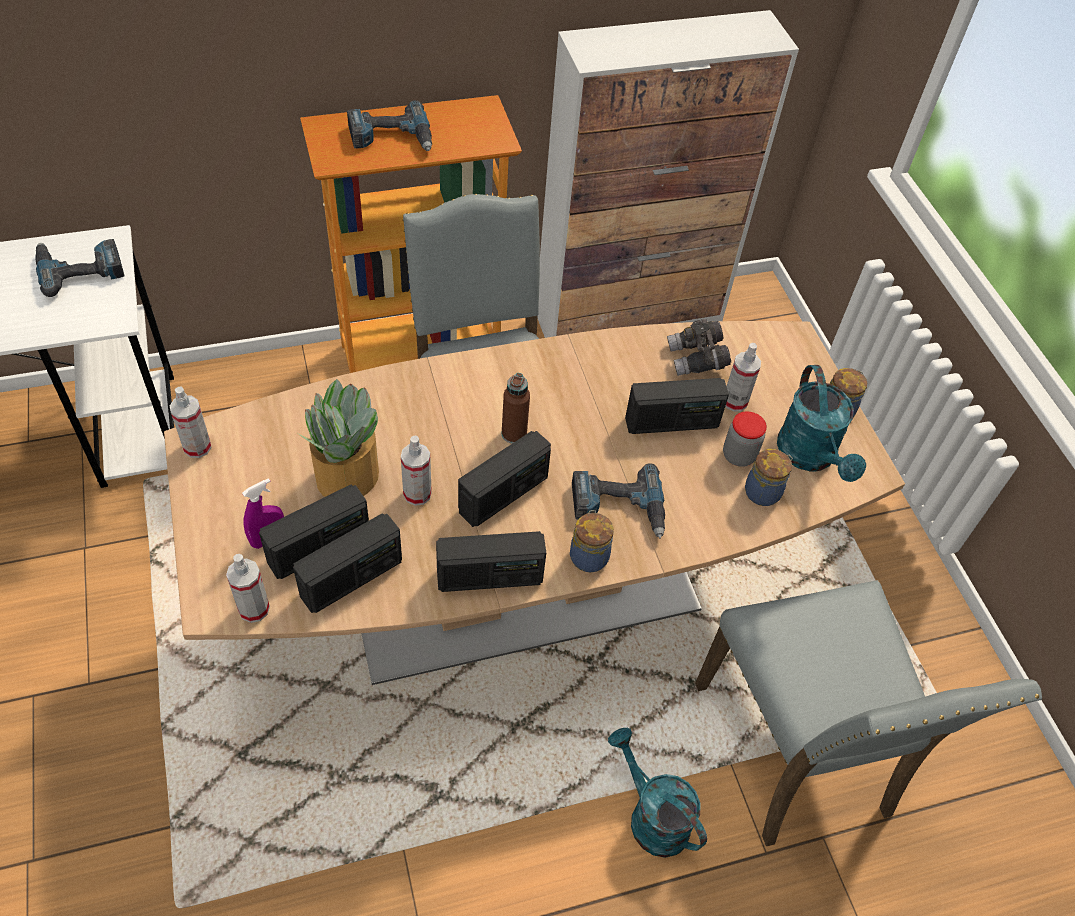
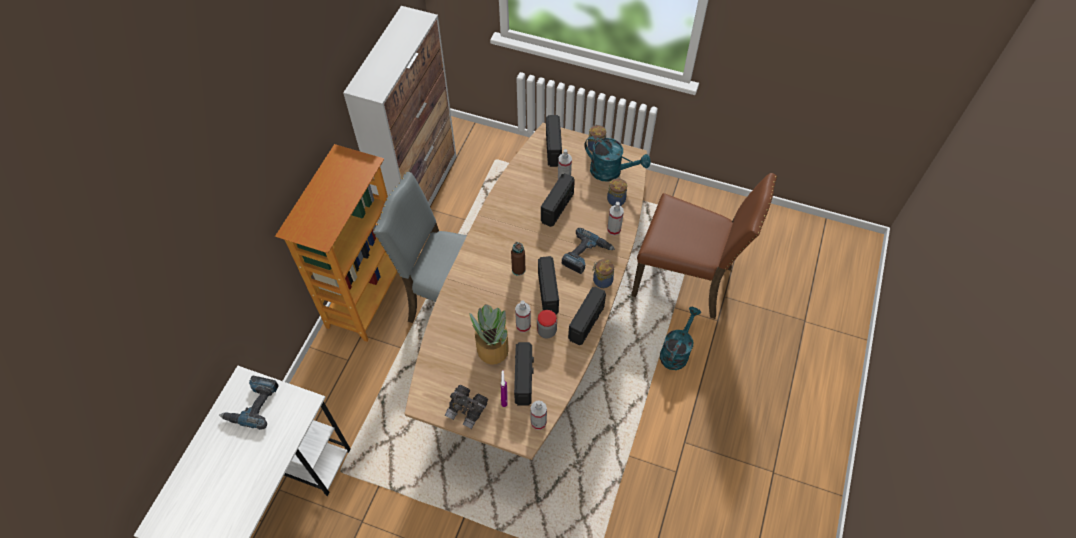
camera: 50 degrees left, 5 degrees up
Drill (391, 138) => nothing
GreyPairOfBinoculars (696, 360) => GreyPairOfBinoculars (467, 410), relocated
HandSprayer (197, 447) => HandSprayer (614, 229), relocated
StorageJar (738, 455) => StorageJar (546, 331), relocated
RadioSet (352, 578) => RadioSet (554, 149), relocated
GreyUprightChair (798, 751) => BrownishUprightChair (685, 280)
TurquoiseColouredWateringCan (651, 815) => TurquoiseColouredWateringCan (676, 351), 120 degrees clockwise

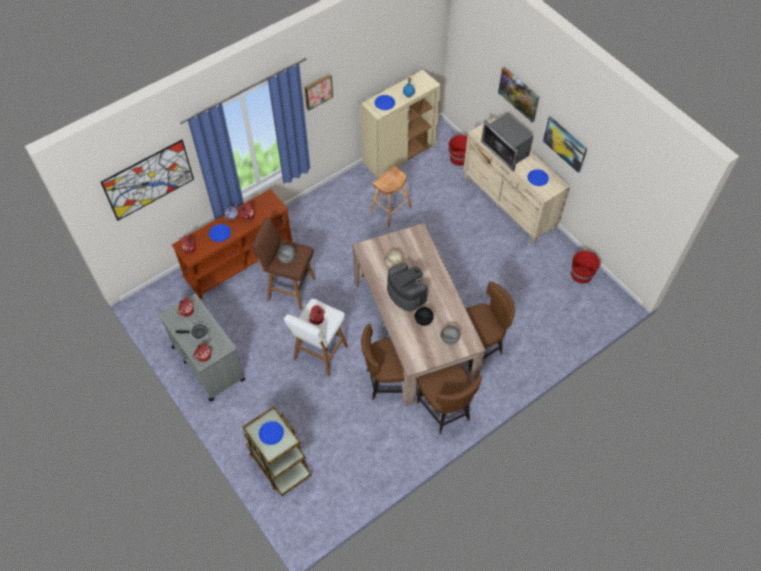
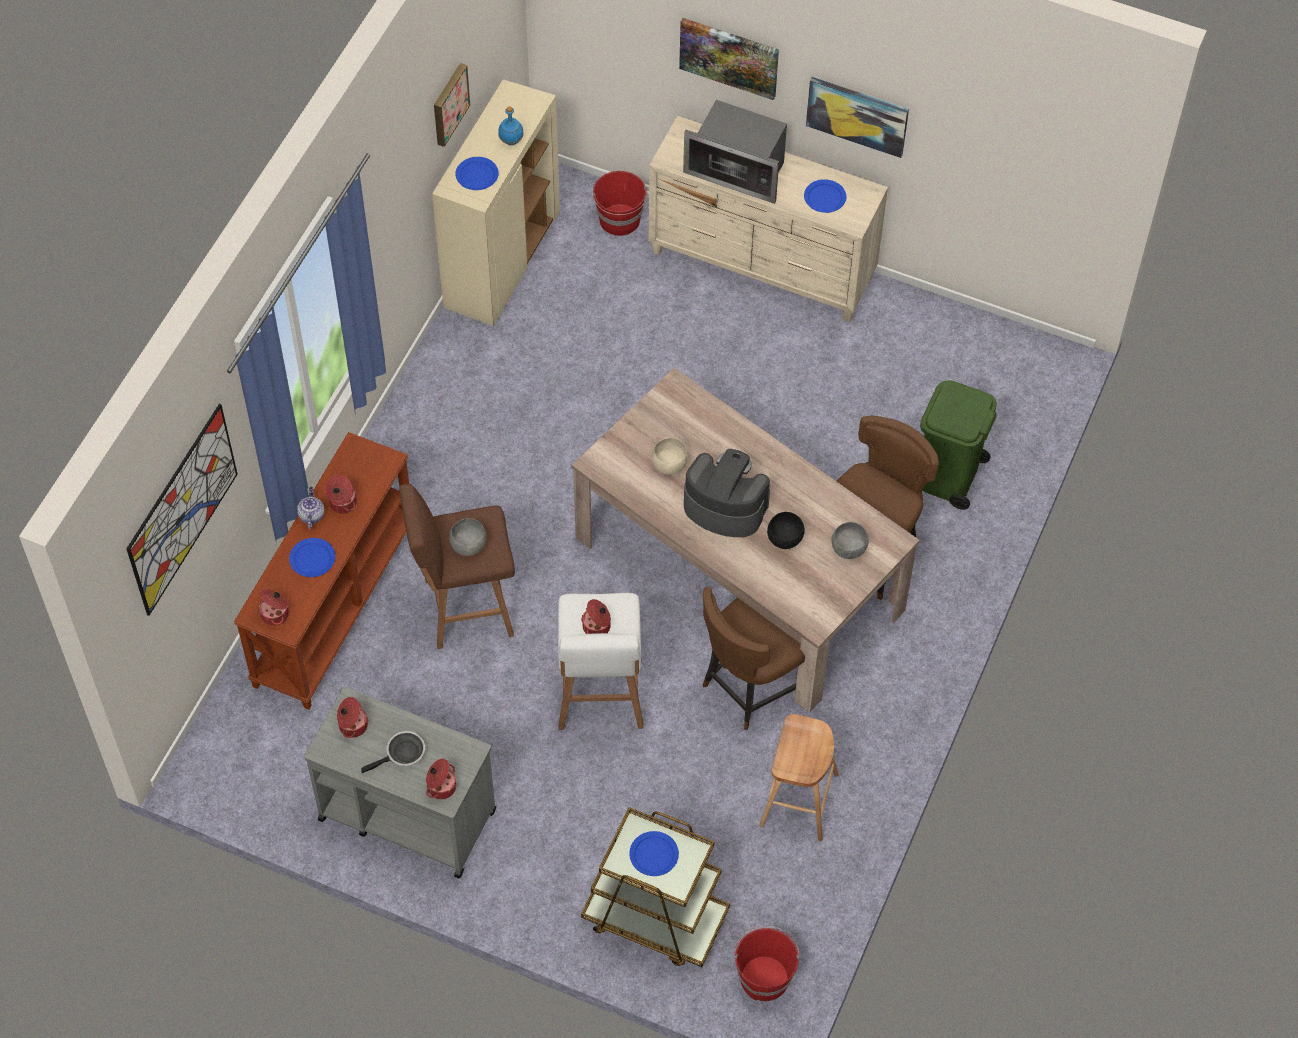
camera: 30 degrees left, 0 degrees up
WallArt (318, 91) => WallArt (448, 103), relocated
BrownishStool (390, 210) => BrownishStool (799, 799), relocated
RedPail (581, 274) => RedPail (764, 977), relocated
BrownishUprightChair (445, 411) => nothing
nothing => GreenColouredWasteBin (948, 477)

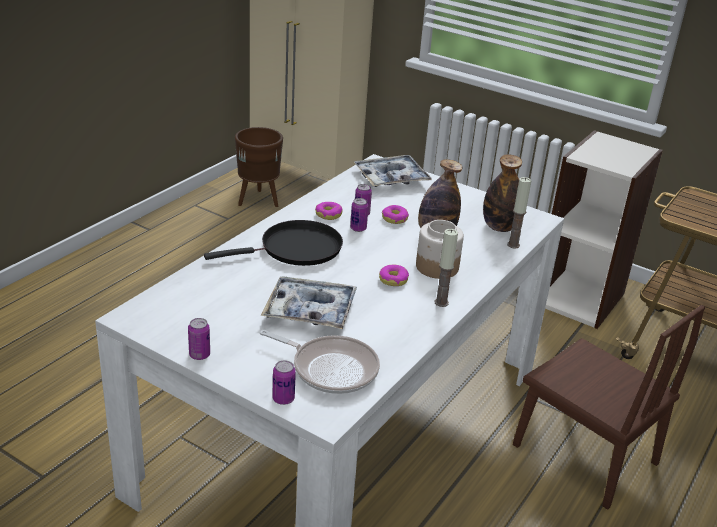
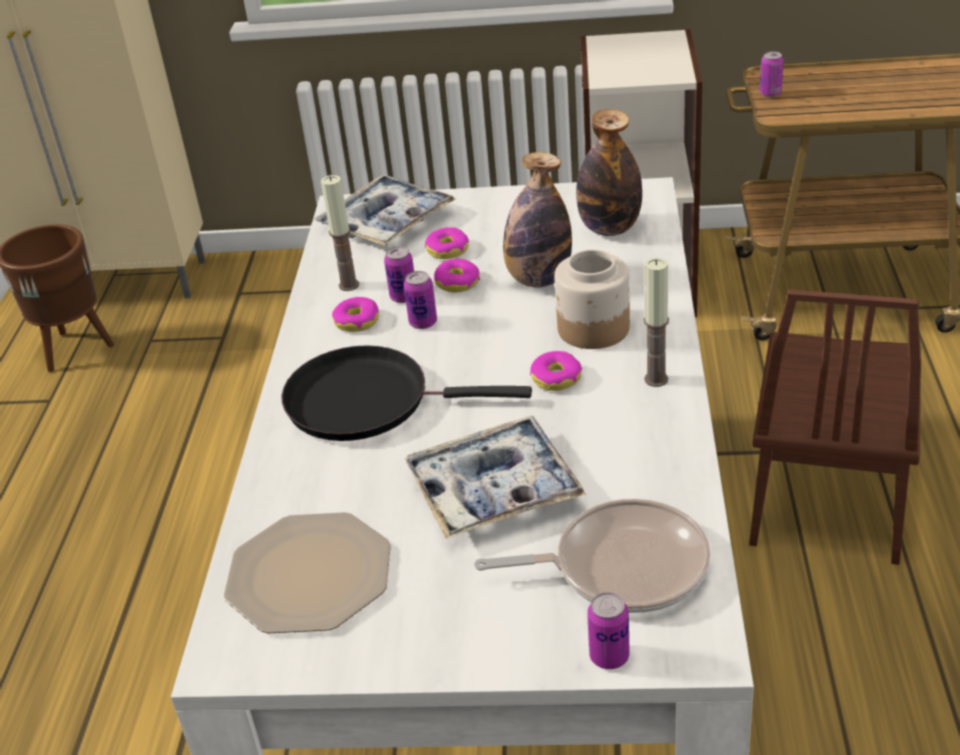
camera: 25 degrees left, 5 degrees up
Candle (513, 245) => Candle (349, 285), relocated
BlackColouredFryingPan (296, 249) => BlackColouredFryingPan (367, 401), 120 degrees counterclockwise
BrownishUprightChair (584, 454) => BrownishUprightChair (828, 495), 90 degrees clockwise
MetalCan (199, 355) => MetalCan (770, 93), relocated
nothing => RingDoughnut (447, 250)
nothing => FlatDish (307, 575)

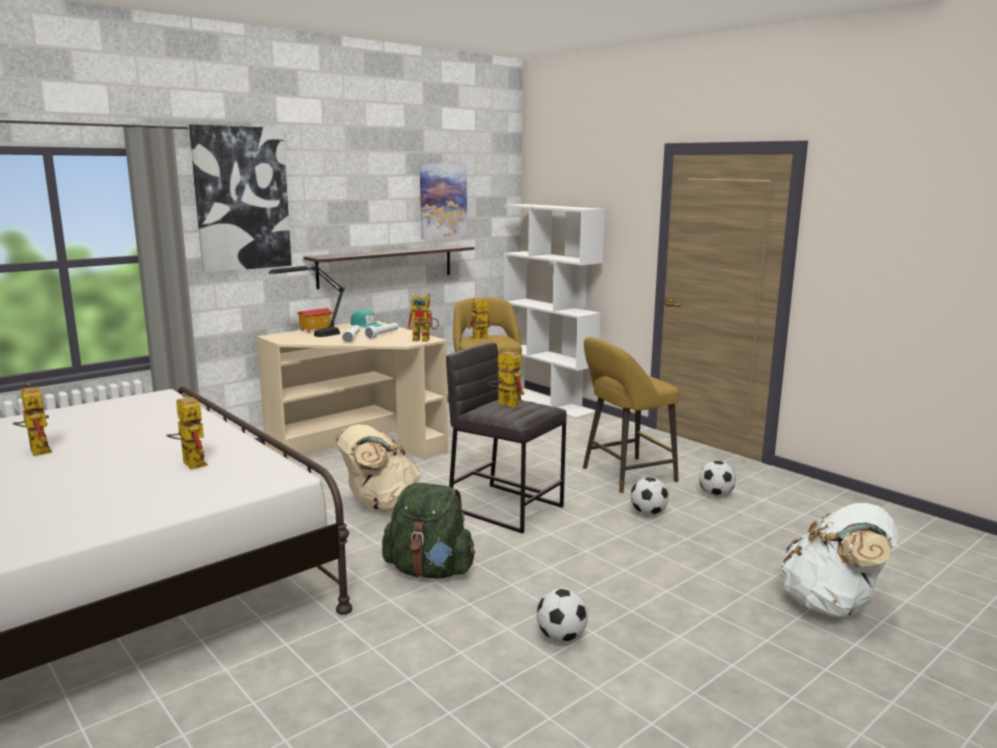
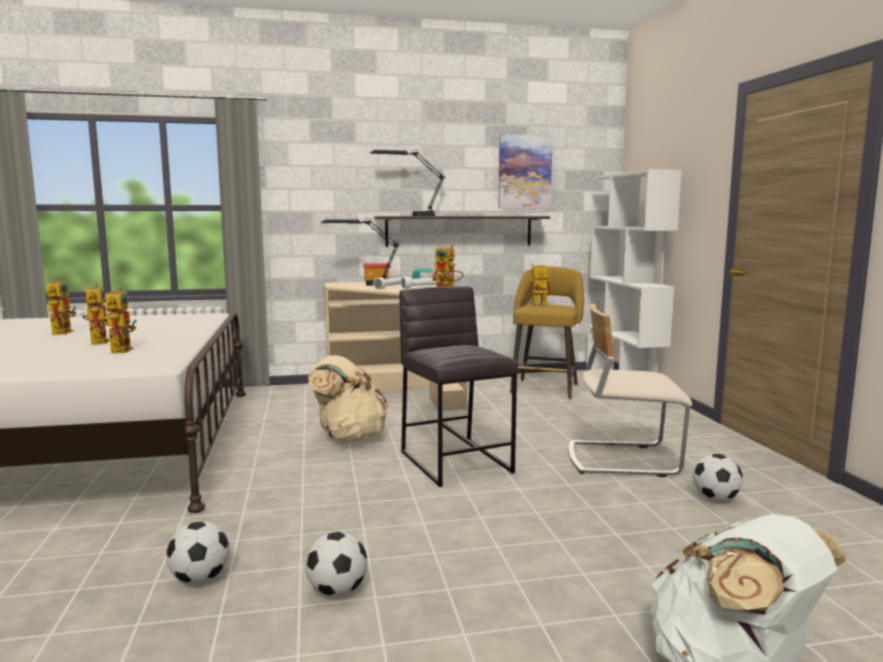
camera: 30 degrees right, 5 degrees down
WallArt (241, 199) => nothing
YellowStool (624, 476) => SandColouredUprightChair (622, 459)
RobotFigure (504, 403) => RobotFigure (98, 341), relocated
FootballBall (648, 513) => FootballBall (200, 579), relocated
GreenColouredKnapsack (430, 571) => nothing
nothing => BlackColouredLampForATable (408, 215)

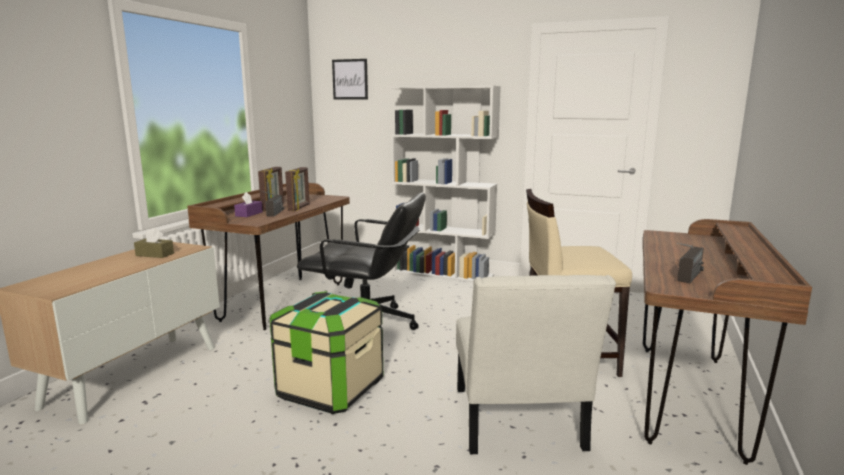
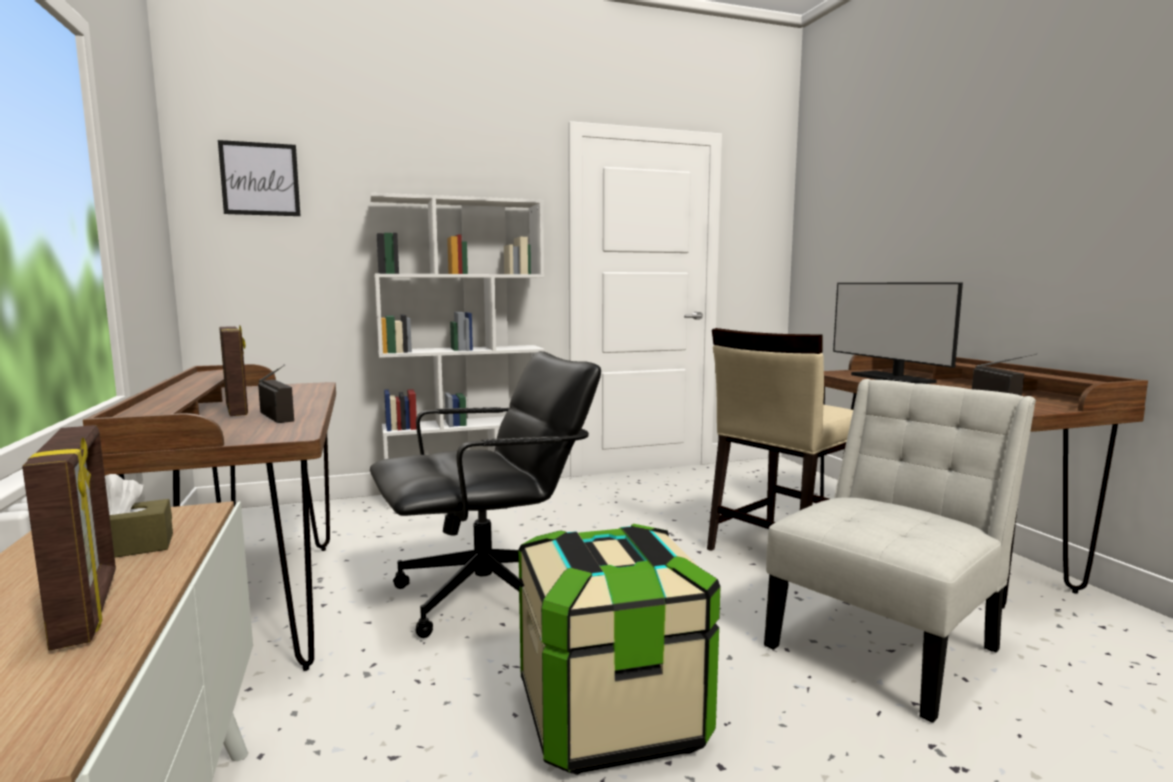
camera: 40 degrees left, 5 degrees down
PhotoFrame (299, 208) => PhotoFrame (89, 609), relocated
PurpleTissueHolder (249, 214) => nothing
WhitishUprightChair (518, 423) => WhitishUprightChair (888, 643), 90 degrees counterclockwise
nothing => Monitor (892, 379)

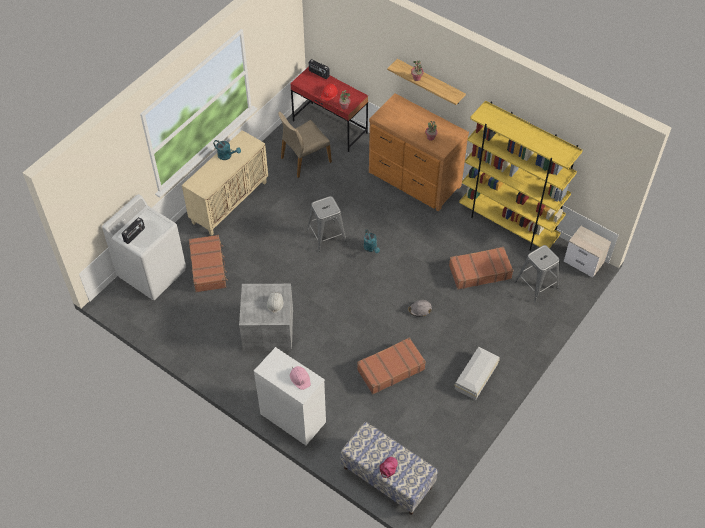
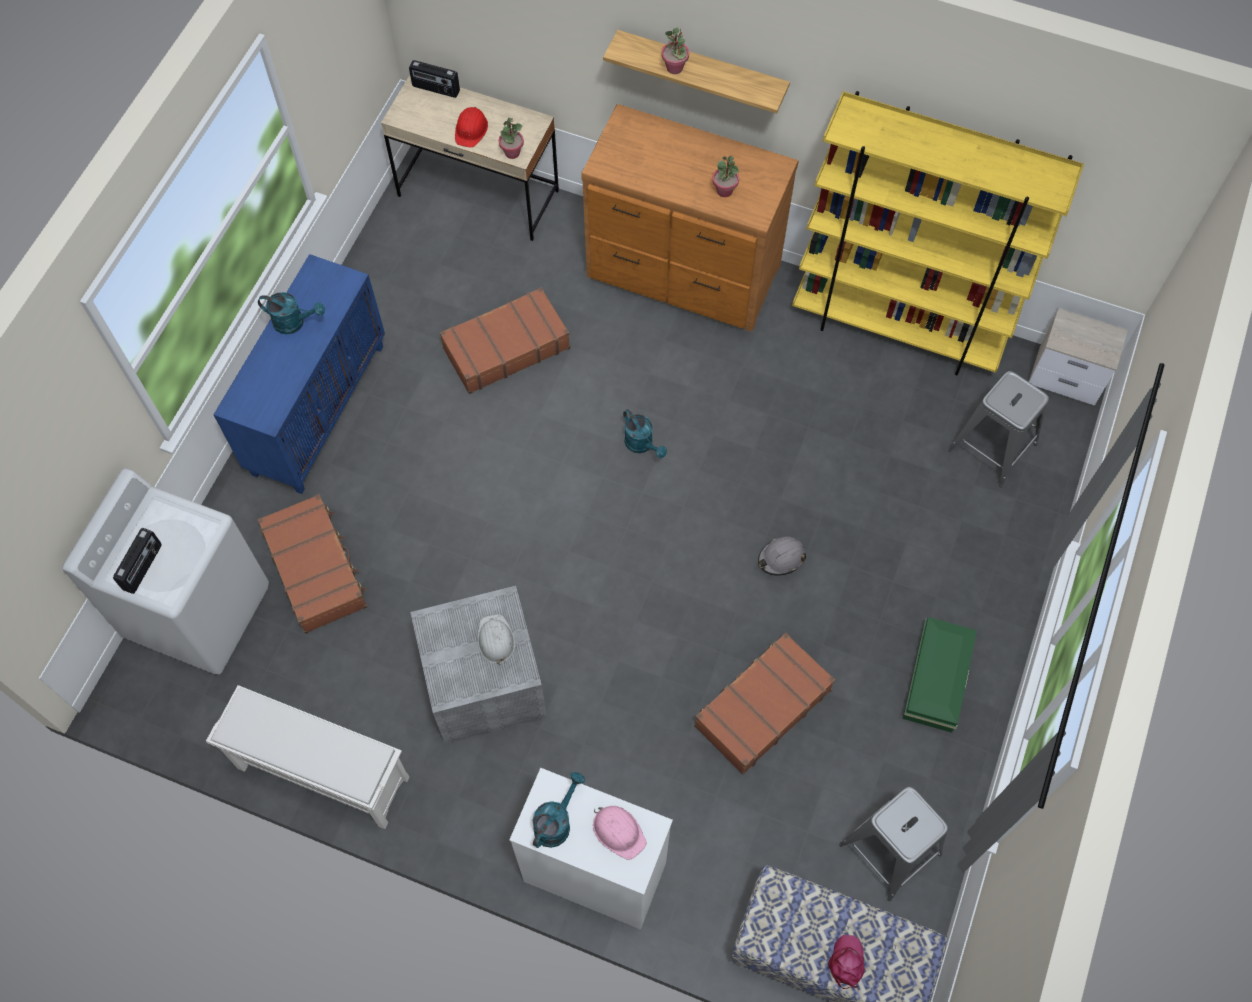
camera: 15 degrees left, 10 degrees up
RedDeskUnit (330, 127) => SandColouredDeskUnit (478, 194)
SandColouredUprightChair (305, 159) => nothing
SandColouredCabinet (229, 202) => BlueColouredCabinet (318, 408)
GreyStool (326, 235) => GreyStool (890, 848), relocated
BrownishSuitcase (479, 272) => BrownishSuitcase (505, 348), relocated
WhitishStorageBin (475, 376) => GreenColouredStorageBin (935, 680)
nothing => WhitishShoeRack (321, 773)
nothing => TurquoiseColouredWateringCan (556, 821)

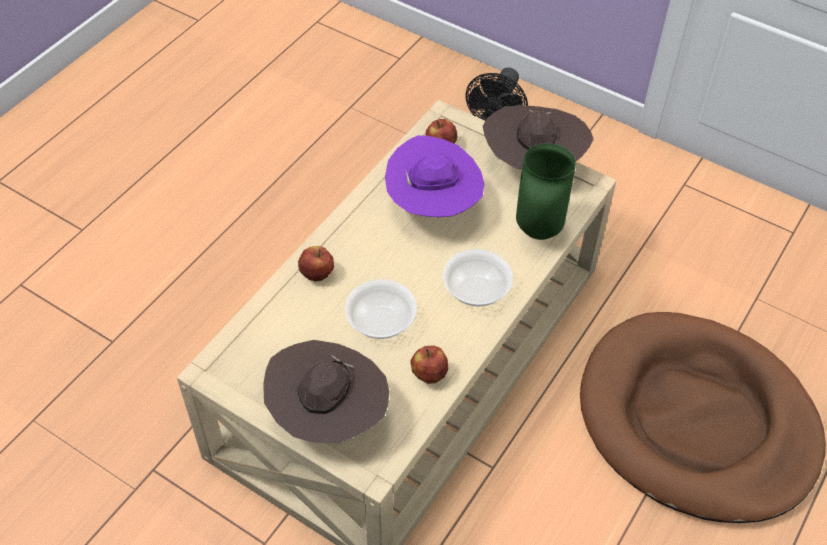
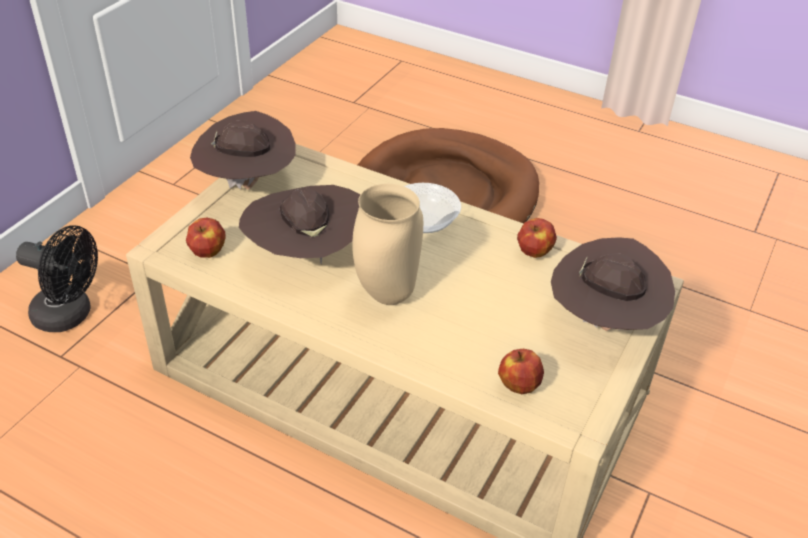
camera: 95 degrees left, 10 degrees down
PurpleClothingHat (433, 206) => BrownishClothingHat (307, 255)
GreenColouredVase (536, 230) => nothing
WholeApple (316, 273) => WholeApple (519, 385), relocated
Bowl (381, 320) => nothing
nothing => SandColouredVase (388, 296)

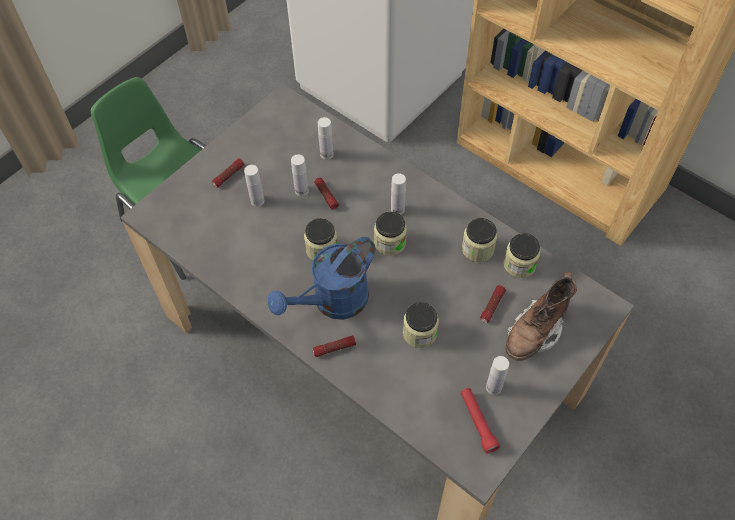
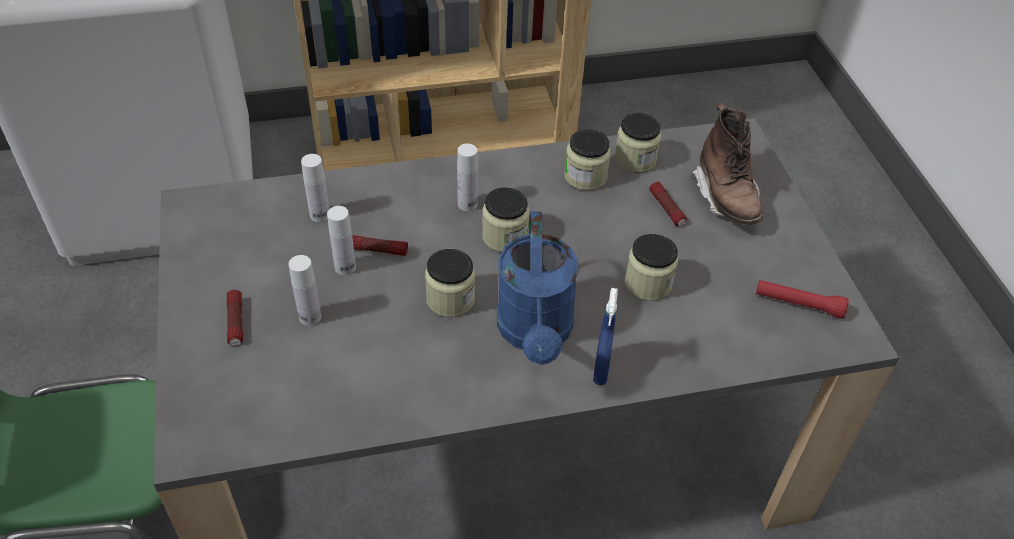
camera: 55 degrees left, 10 degrees down
Torch (334, 348) => BlueColouredHandSprayer (601, 370)
WhitishBottle (493, 387) => nothing

